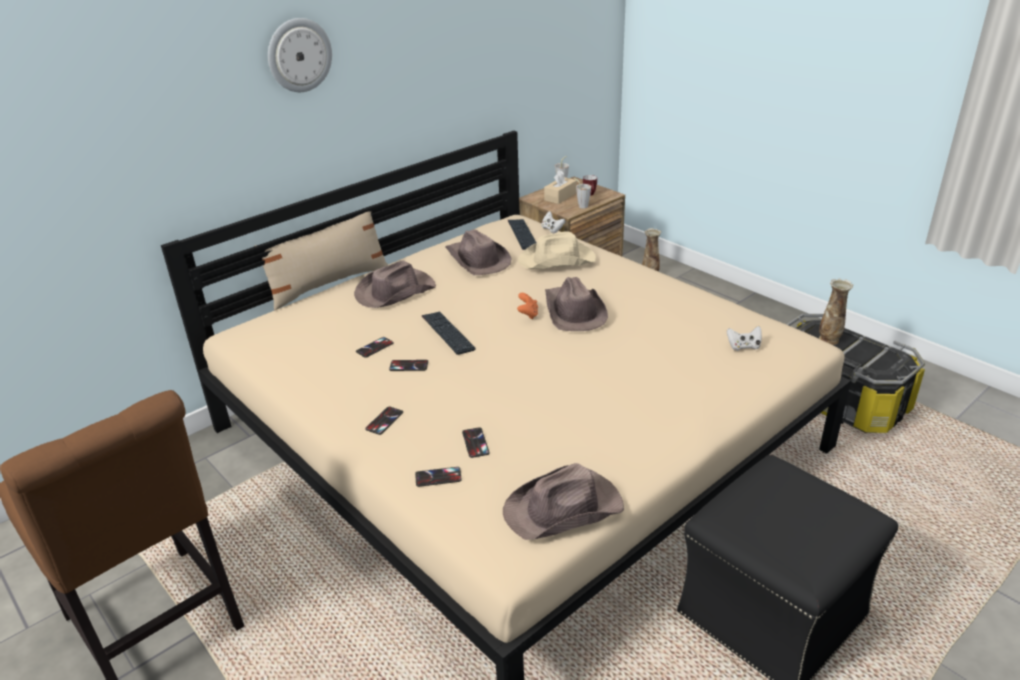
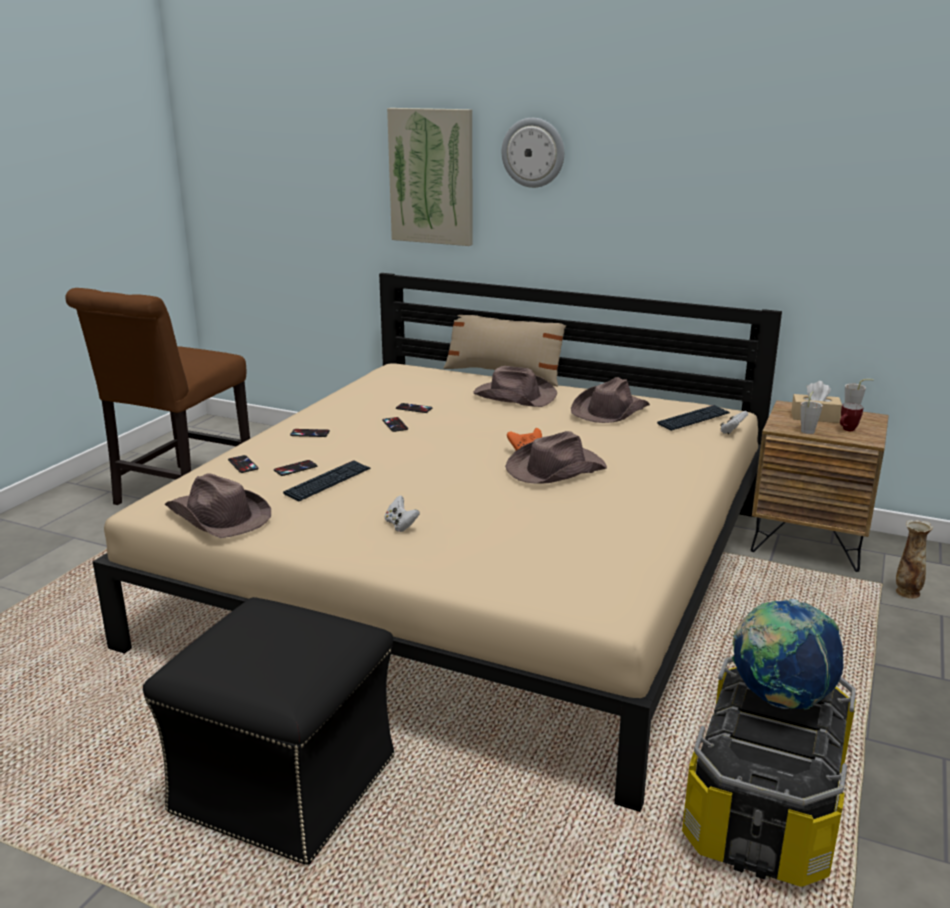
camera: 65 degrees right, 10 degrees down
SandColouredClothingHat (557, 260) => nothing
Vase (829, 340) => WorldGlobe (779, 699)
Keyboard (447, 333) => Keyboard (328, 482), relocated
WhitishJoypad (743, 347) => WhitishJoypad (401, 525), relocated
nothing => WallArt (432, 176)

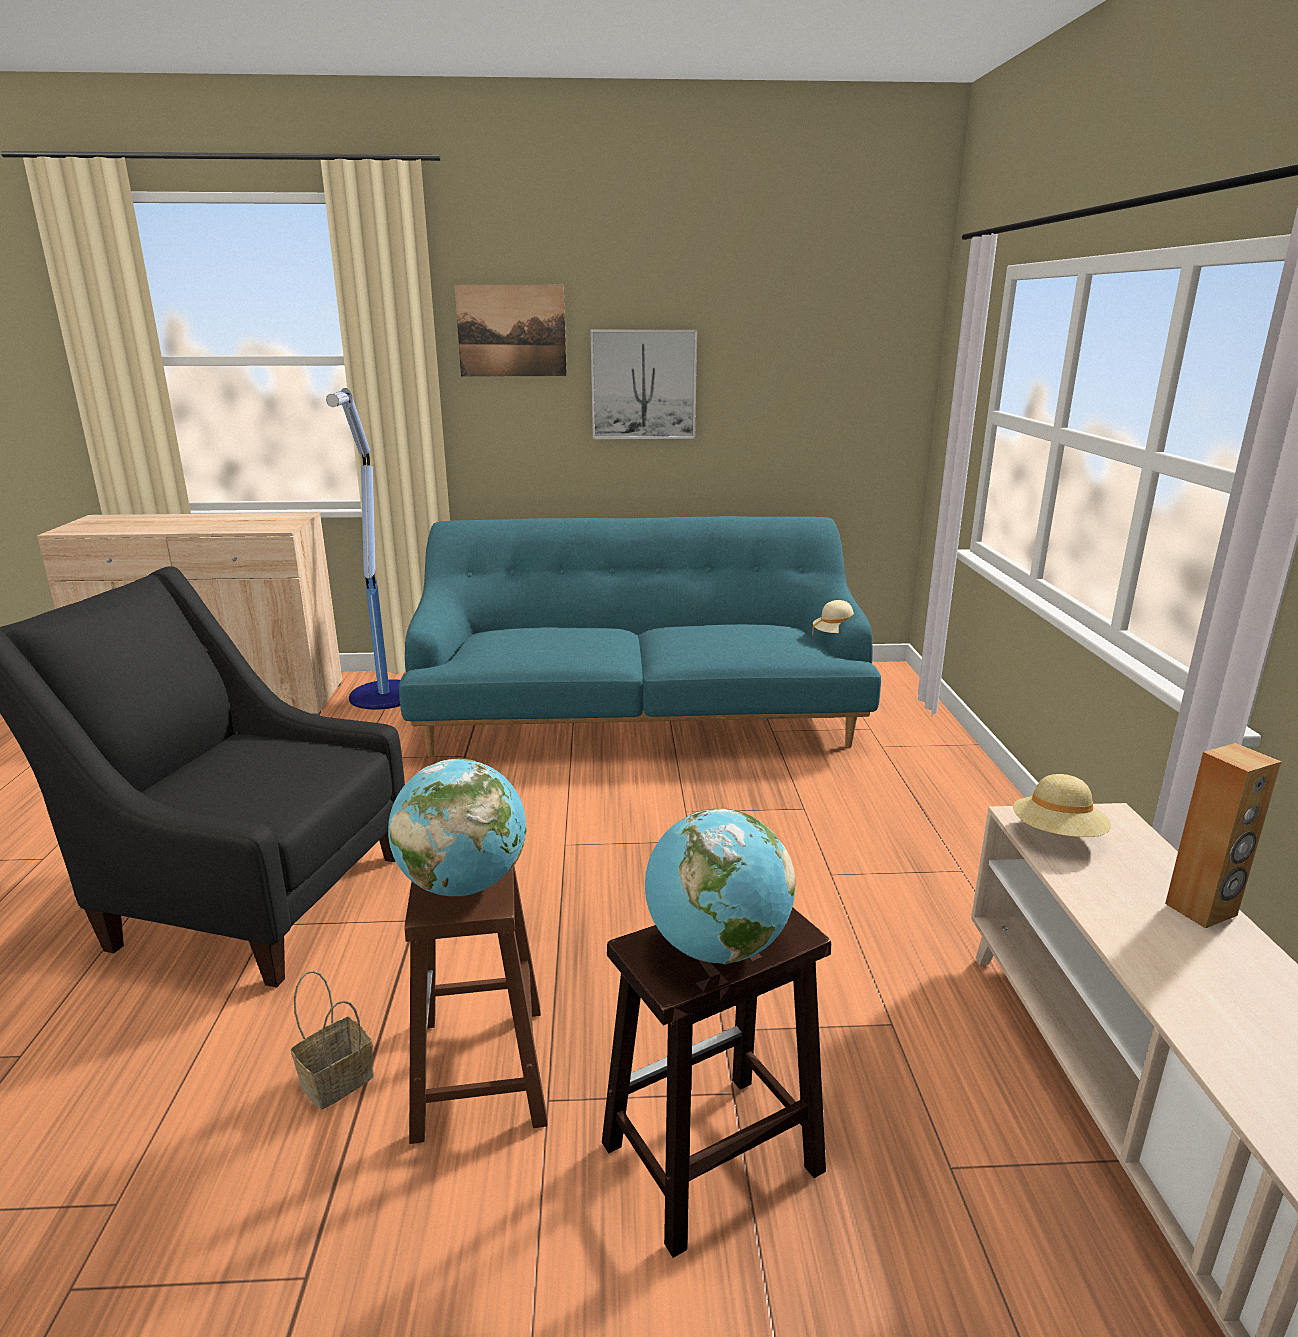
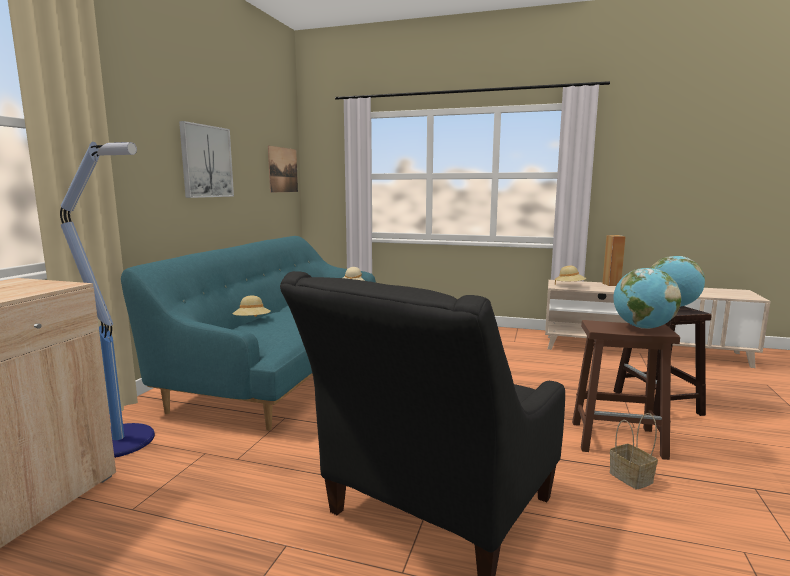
camera: 70 degrees left, 10 degrees down
WallArt (511, 331) => WallArt (283, 170), relocated
nothing => SandColouredClothingHat (252, 321)

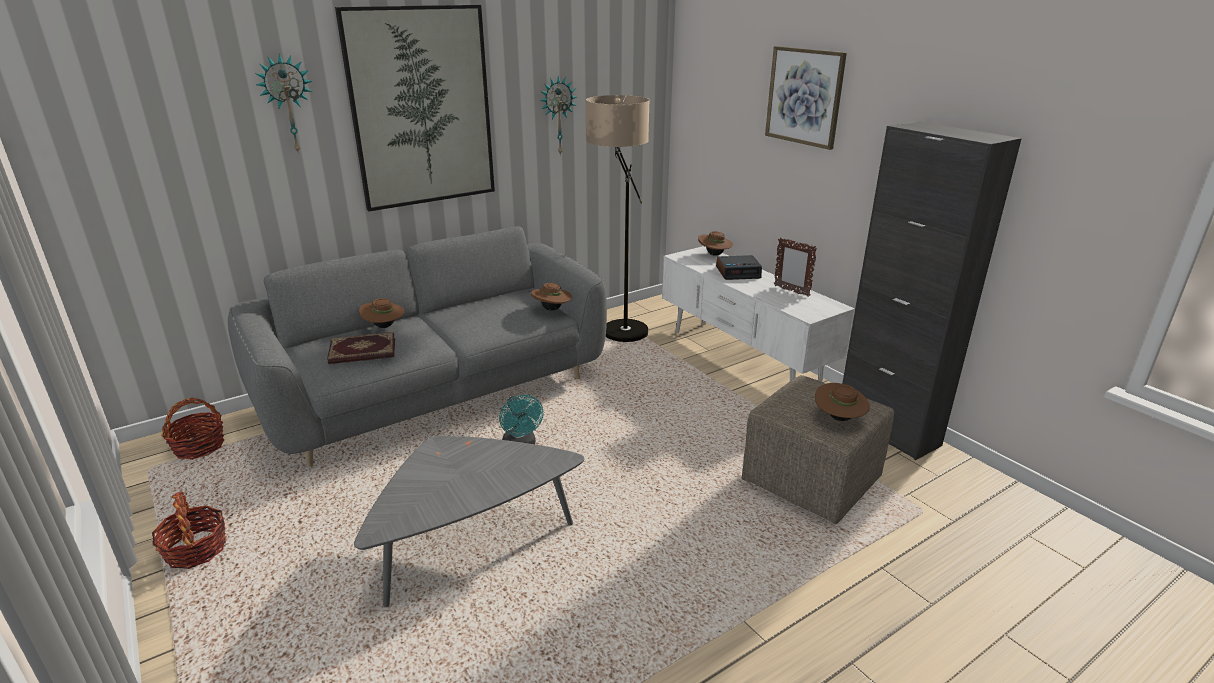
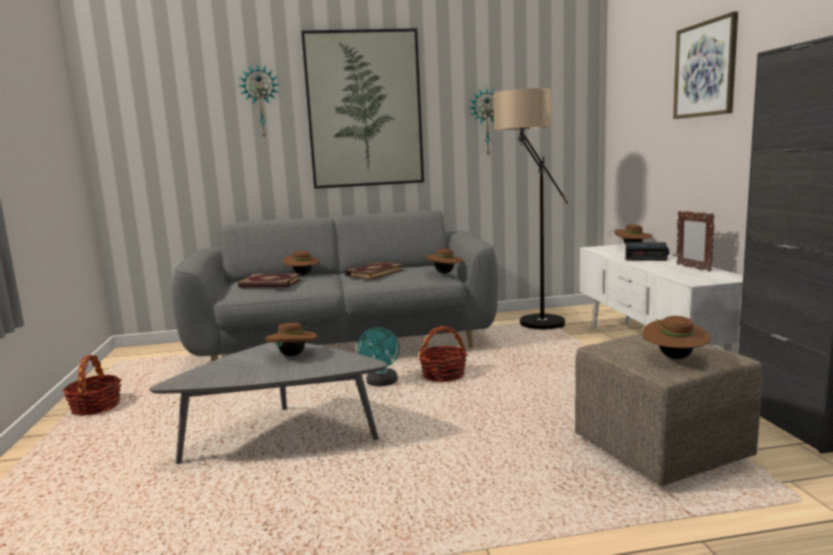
camera: 25 degrees right, 15 degrees down
HouseholdBasket (199, 447) => HouseholdBasket (443, 375), relocated
nothing => Volume (374, 273)
nothing => BrownishClothingHat (293, 355)

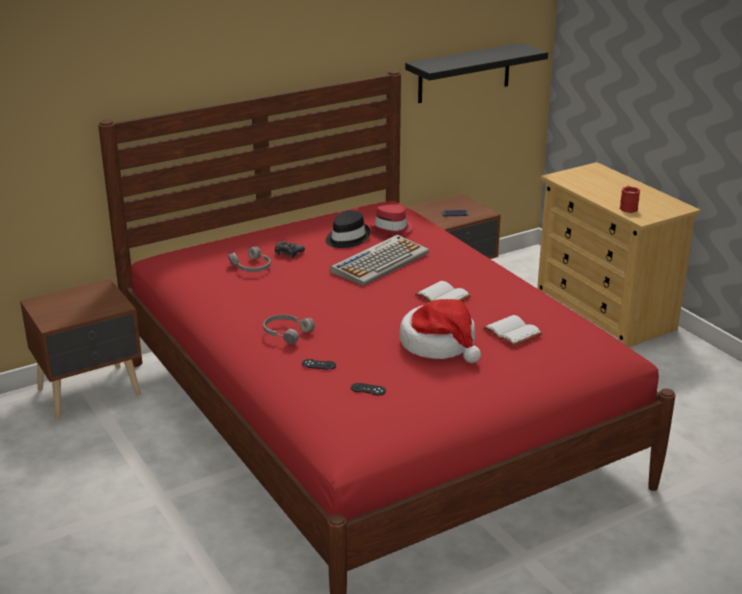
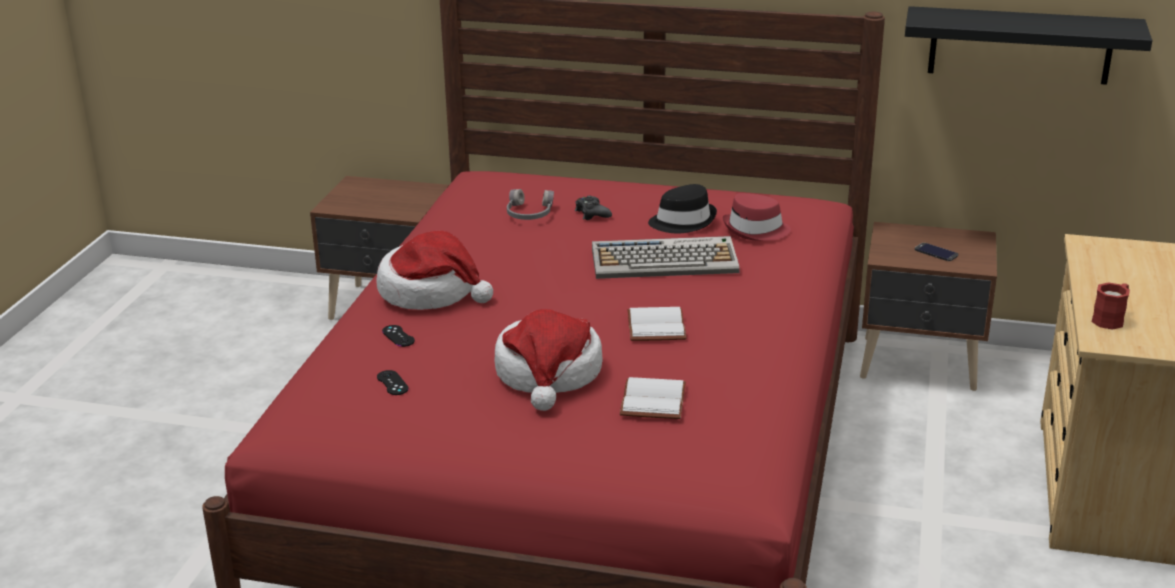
camera: 45 degrees right, 0 degrees up
GreyHeadphones (286, 333) => ClothingHat (430, 291)

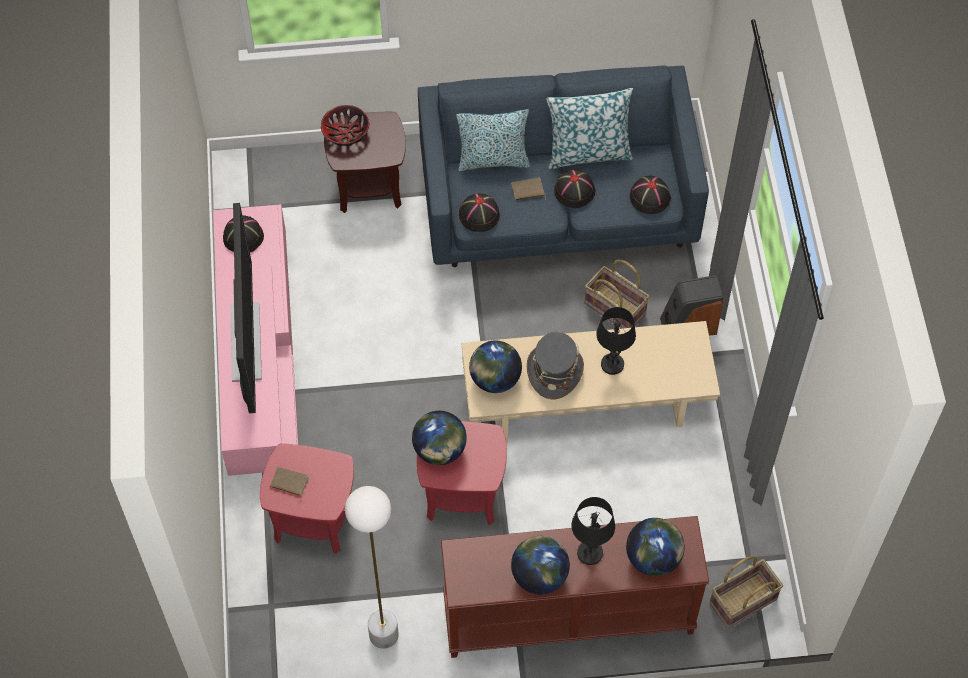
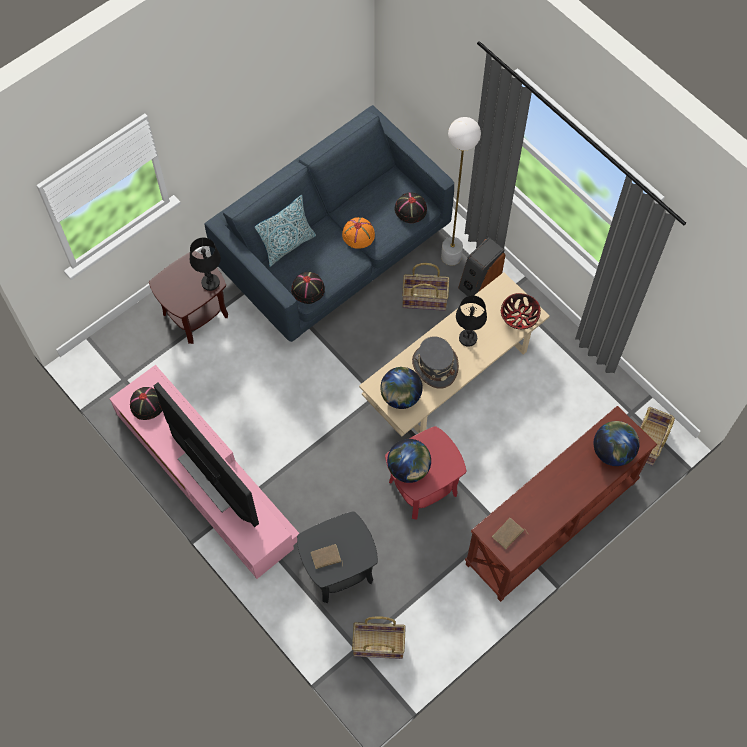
camera: 35 degrees left, 5 degrees up
Pillow (588, 152) => nothing
Bowl (345, 133) => Bowl (519, 317), relocated
BlackColouredClothingHat (574, 191) => OrangeColouredClothingHat (358, 234)
BrownishVolume (527, 191) => BrownishVolume (508, 534), relocated
RedSideTable (314, 518) => BlackColouredSideTable (338, 569)
WhitishFloorLamp (383, 634) => WhitishFloorLamp (451, 256), relocated
BlackColouredLampForATable (590, 553) => BlackColouredLampForATable (210, 283), relocated
WorldGlobe (539, 576) => nothing
nothing => HouseholdBasket (378, 645)

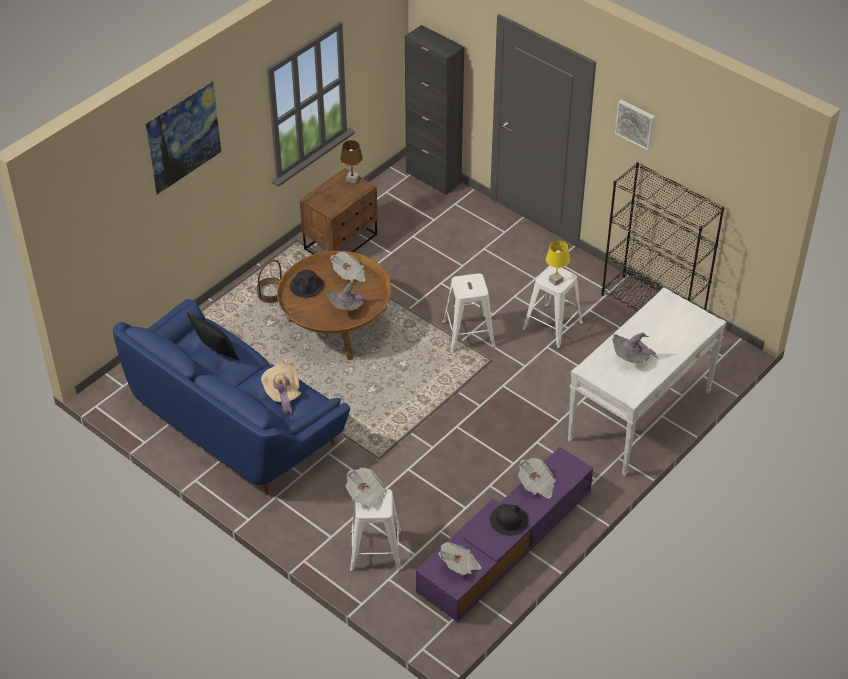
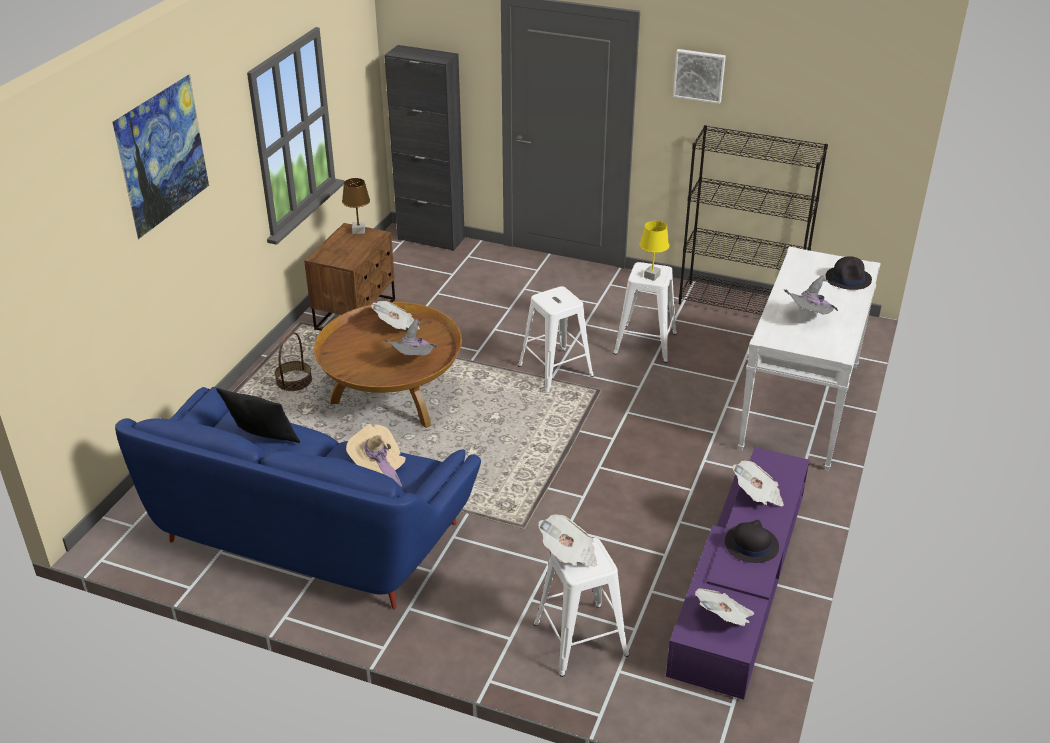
camera: 20 degrees left, 10 degrees down
BlackColouredClothingHat (307, 286) => BlackColouredClothingHat (848, 279), relocated

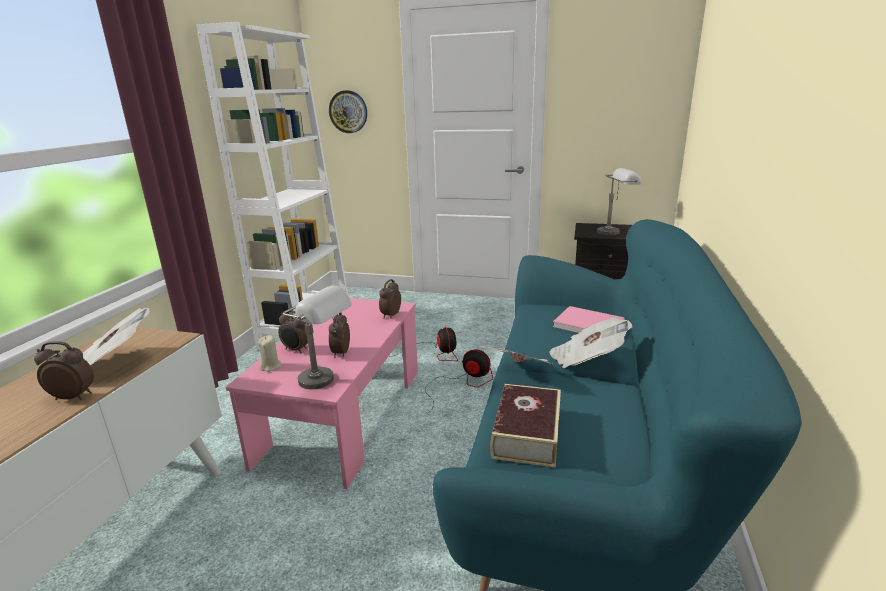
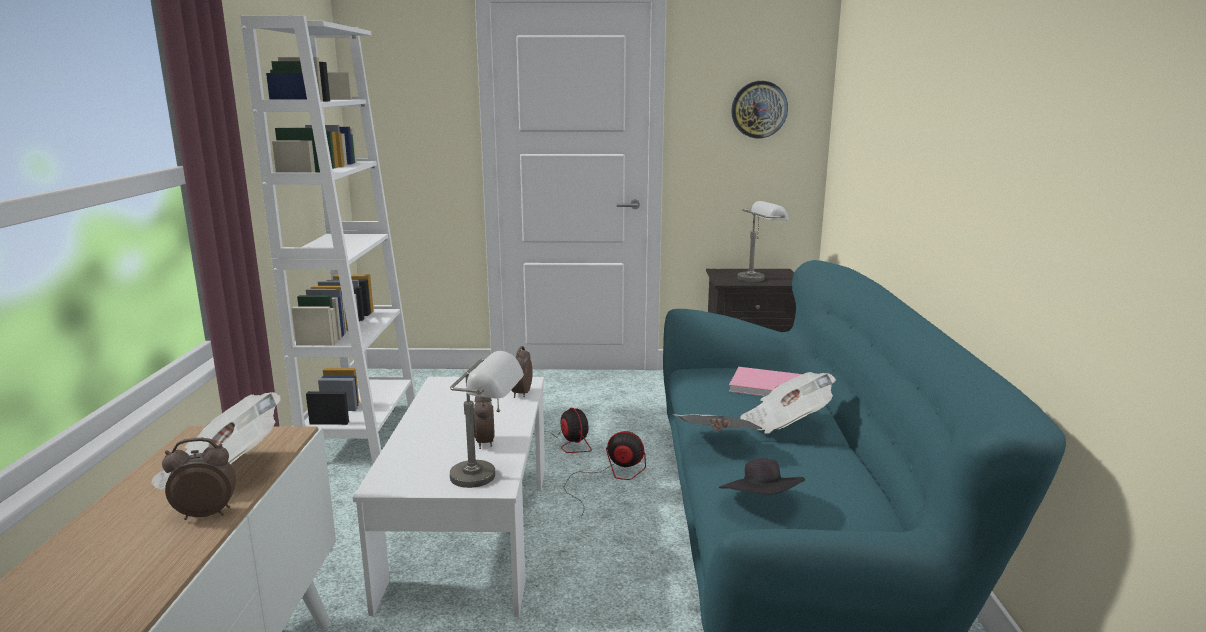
camera: 15 degrees left, 5 degrees down
ClockOnTheWall (348, 111) => ClockOnTheWall (759, 109), relocated
PinkishLoungeTable (344, 414) => WhitishLoungeTable (470, 531)
AlarmClock (296, 350) => nothing
SandColouredCandle (271, 366) => nothing
Volume (526, 433) => BlackColouredClothingHat (761, 504)

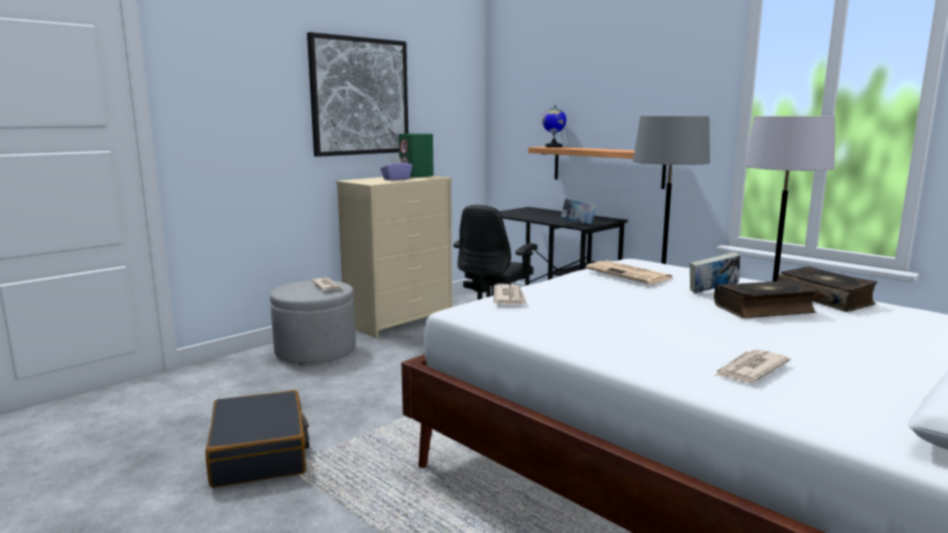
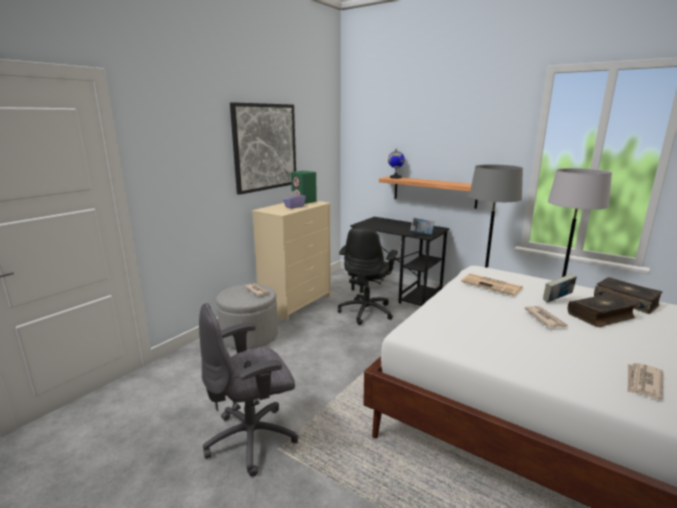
camera: 10 degrees left, 5 degrees up
PrintedPaper (509, 297) => PrintedPaper (545, 318), relocated
BlackColouredSuitcase (260, 453) => GreyComputerChair (253, 439)

